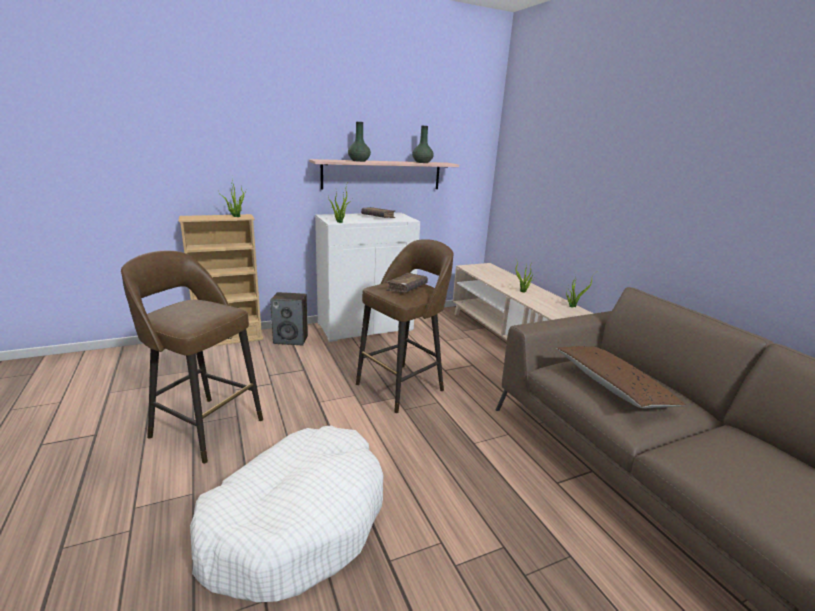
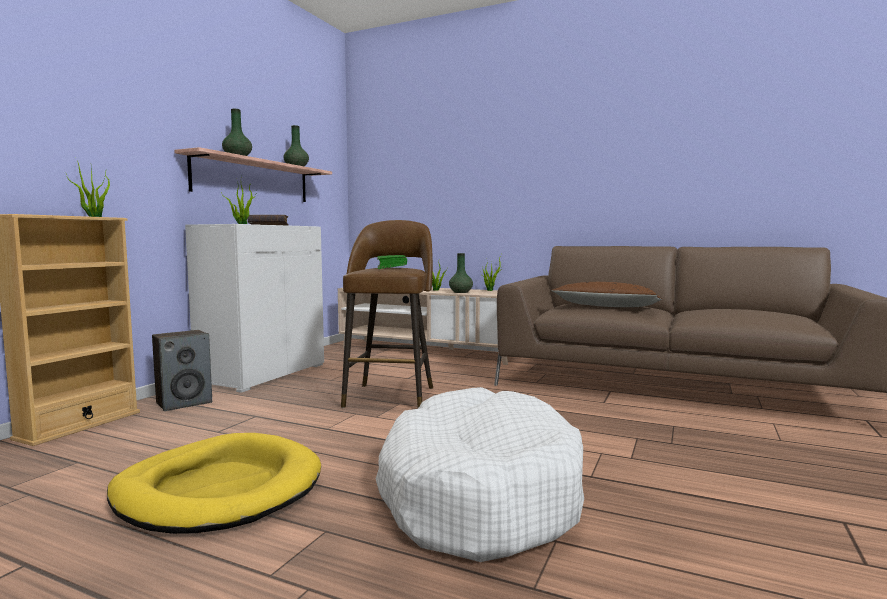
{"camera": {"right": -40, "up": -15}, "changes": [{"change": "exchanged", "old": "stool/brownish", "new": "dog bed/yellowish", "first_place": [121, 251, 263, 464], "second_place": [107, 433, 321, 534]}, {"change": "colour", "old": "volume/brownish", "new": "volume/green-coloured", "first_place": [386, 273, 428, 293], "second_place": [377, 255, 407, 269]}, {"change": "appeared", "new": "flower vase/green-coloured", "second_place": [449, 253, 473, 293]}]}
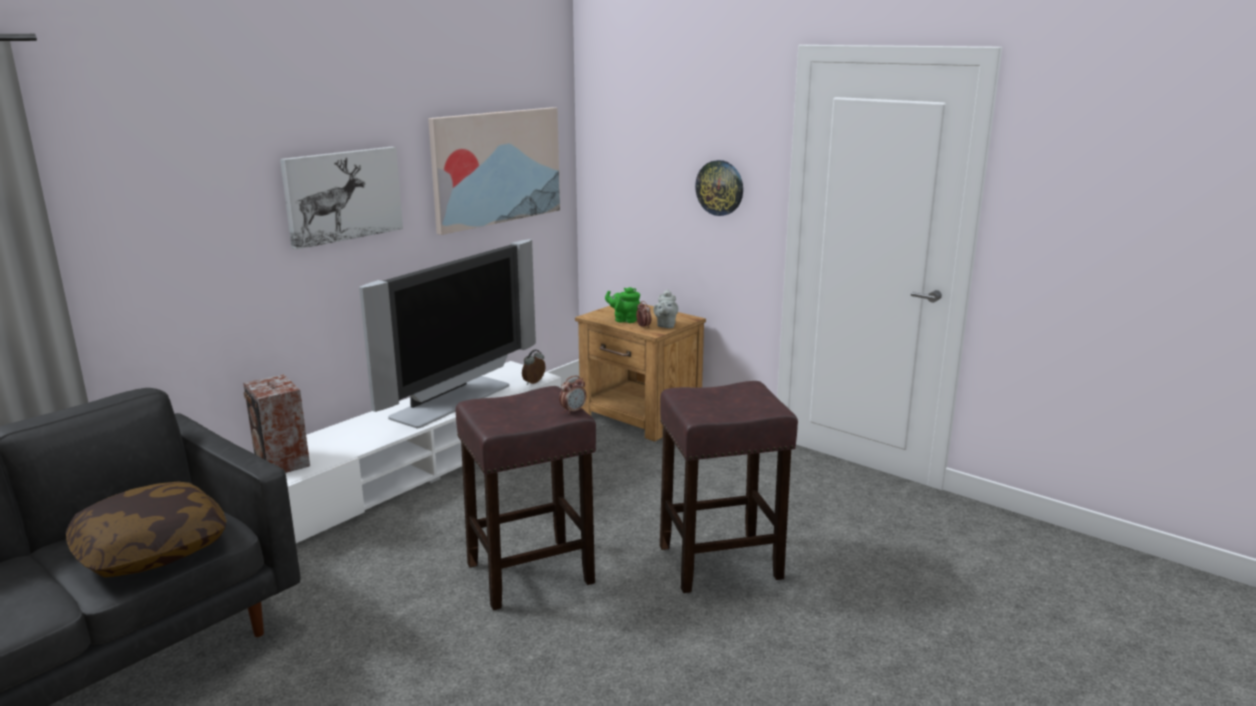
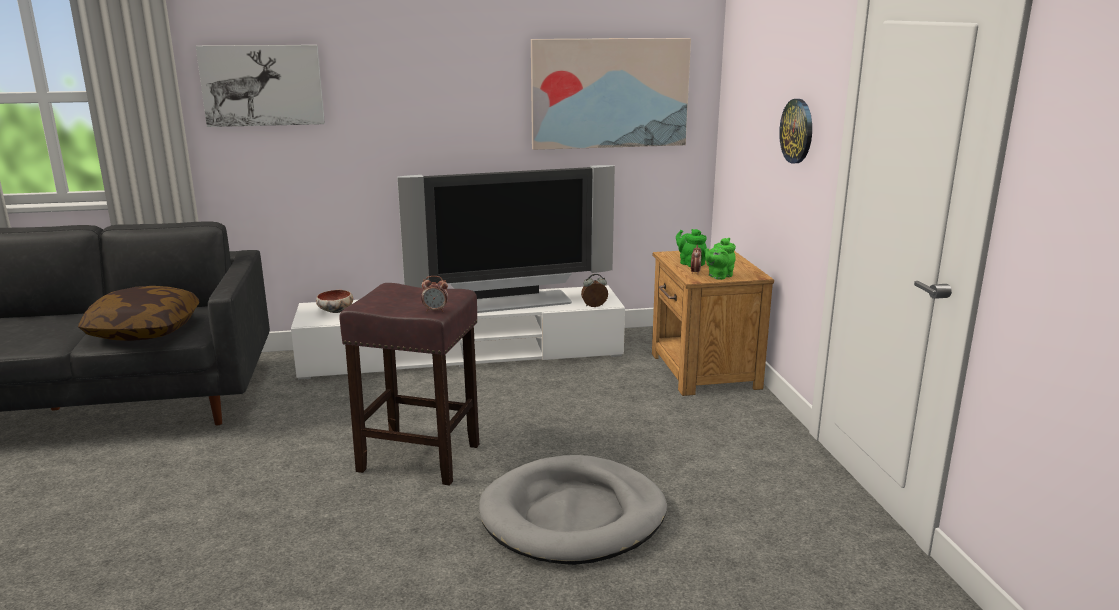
{"camera": {"right": 40, "up": 0}, "changes": [{"change": "relocated", "old": "wall art", "first_place": [280, 147, 403, 250], "second_place": [196, 45, 325, 127]}, {"change": "colour", "old": "teapot/grey", "new": "teapot/green-coloured", "first_place": [653, 289, 678, 328], "second_place": [705, 238, 736, 280]}, {"change": "exchanged", "old": "loudspeaker", "new": "serving bowl", "first_place": [243, 374, 310, 473], "second_place": [316, 290, 353, 313]}, {"change": "exchanged", "old": "stool/brownish", "new": "dog bed/grey", "first_place": [660, 381, 798, 593], "second_place": [479, 455, 667, 565]}]}
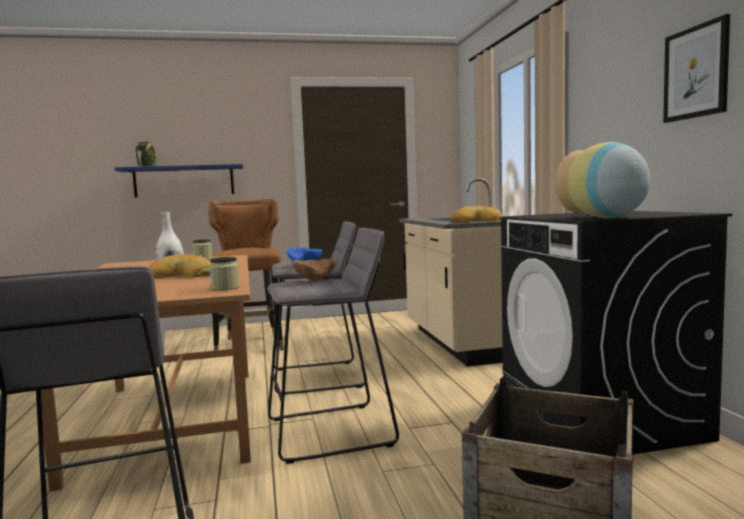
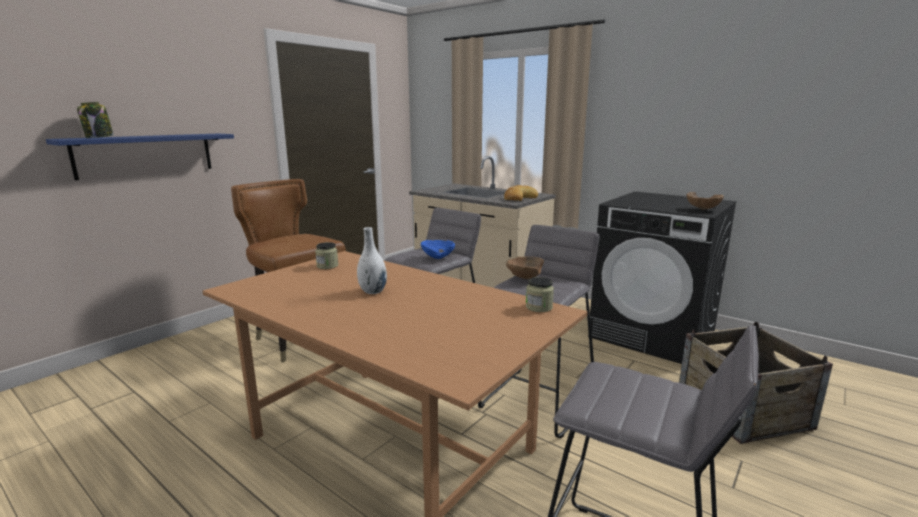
{"camera": {"right": -40, "up": 10}, "changes": [{"change": "missing", "old": "wall art", "first_place": [663, 14, 730, 123]}, {"change": "exchanged", "old": "flower vase", "new": "serving bowl/brownish", "first_place": [555, 142, 650, 218], "second_place": [686, 192, 724, 210]}, {"change": "missing", "old": "bakery bread", "first_place": [149, 254, 211, 278]}]}
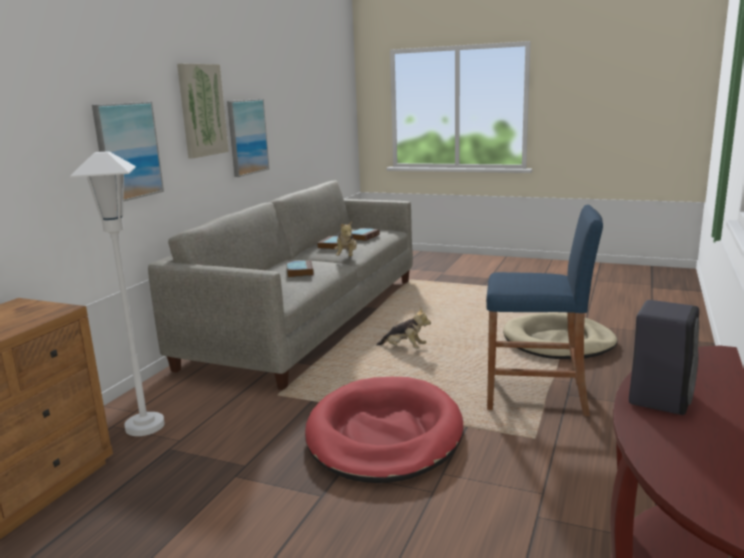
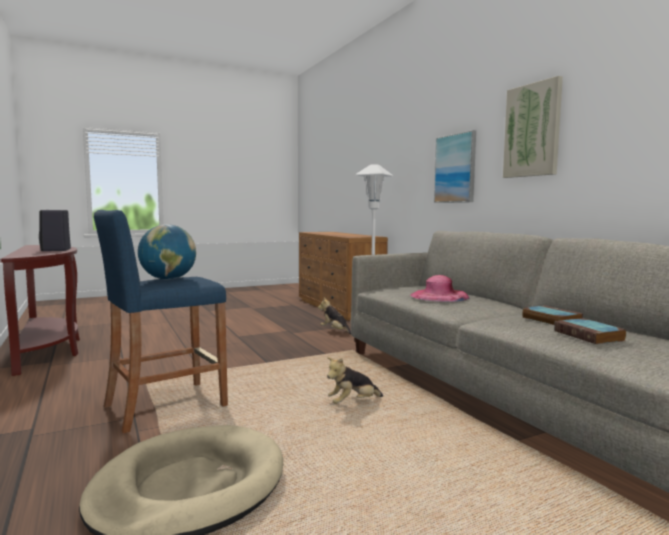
{"camera": {"right": 130, "up": -10}, "changes": [{"change": "missing", "old": "wall art", "first_place": [227, 99, 269, 177]}, {"change": "relocated", "old": "plush toy", "first_place": [334, 221, 357, 256], "second_place": [318, 298, 351, 334]}, {"change": "exchanged", "old": "volume", "new": "clothing hat/pink", "first_place": [287, 260, 314, 277], "second_place": [411, 275, 470, 302]}, {"change": "missing", "old": "dog bed/reddish", "first_place": [305, 377, 463, 483]}, {"change": "appeared", "new": "world globe", "second_place": [138, 224, 196, 280]}]}
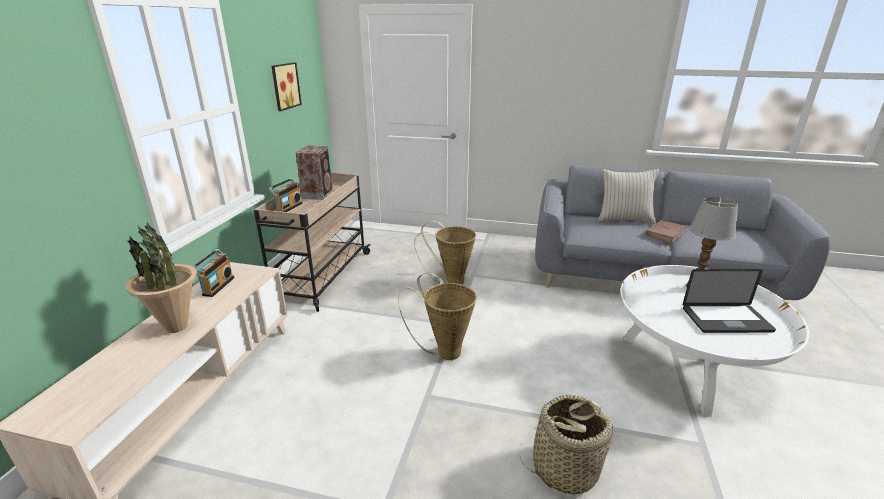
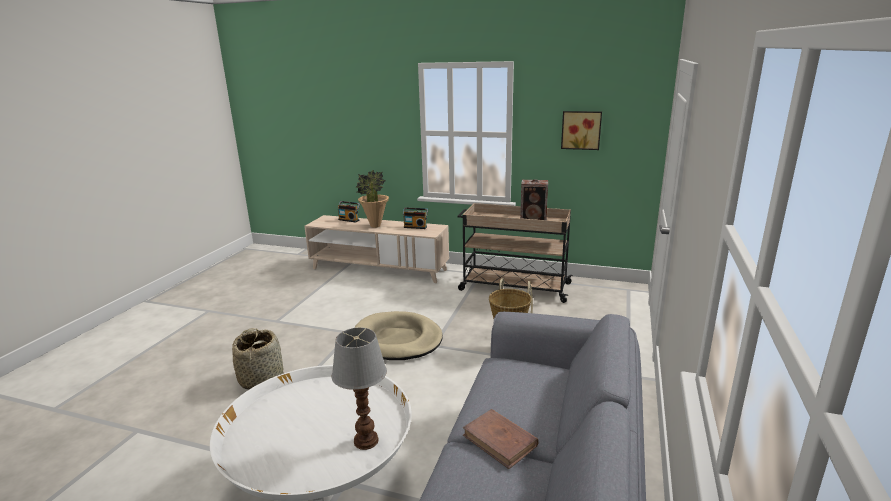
{"camera": {"right": 95, "up": -5}, "changes": [{"change": "missing", "old": "cushion/beige", "first_place": [598, 169, 659, 224]}, {"change": "relocated", "old": "radio", "first_place": [268, 178, 303, 212], "second_place": [338, 201, 360, 223]}, {"change": "missing", "old": "laptop", "first_place": [683, 269, 776, 333]}, {"change": "exchanged", "old": "basket", "new": "dog bed/beige", "first_place": [398, 273, 476, 360], "second_place": [354, 311, 443, 360]}]}
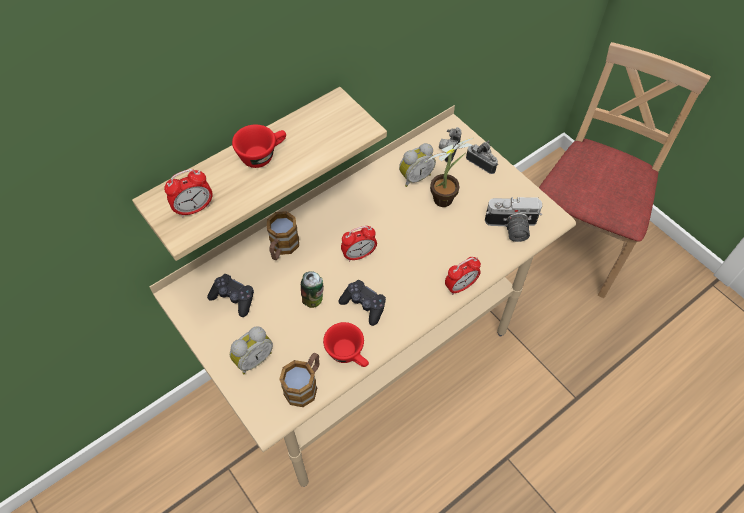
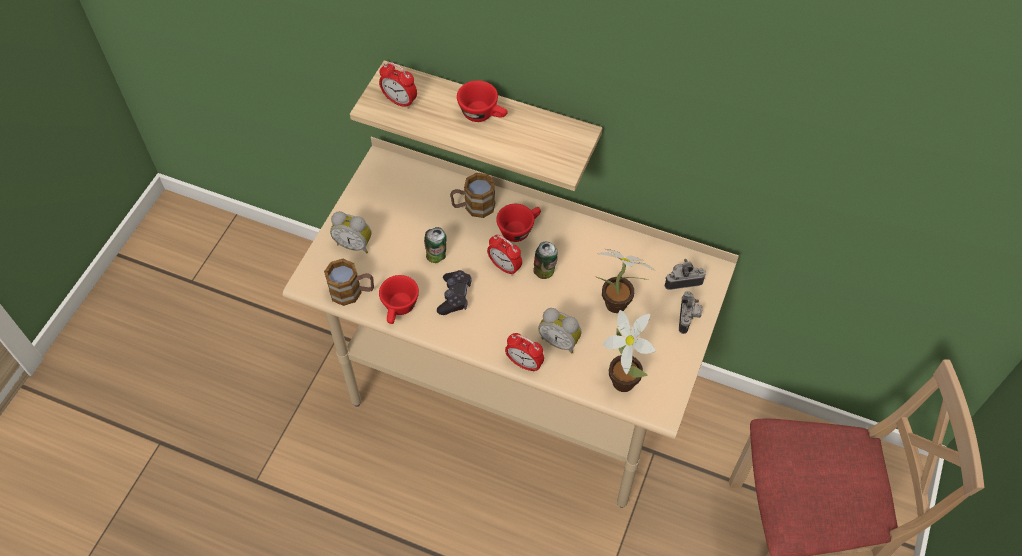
{"camera": {"right": 60, "up": 0}, "changes": [{"change": "relocated", "old": "alarm clock", "first_place": [399, 143, 436, 187], "second_place": [538, 308, 582, 353]}, {"change": "exchanged", "old": "still camera", "new": "houseplant", "first_place": [485, 197, 542, 242], "second_place": [603, 310, 656, 392]}, {"change": "missing", "old": "gamepad/blackish", "first_place": [207, 274, 254, 317]}, {"change": "appeared", "new": "small cup/reddish", "second_place": [496, 204, 541, 242]}, {"change": "appeared", "new": "sealed can", "second_place": [533, 242, 558, 279]}]}
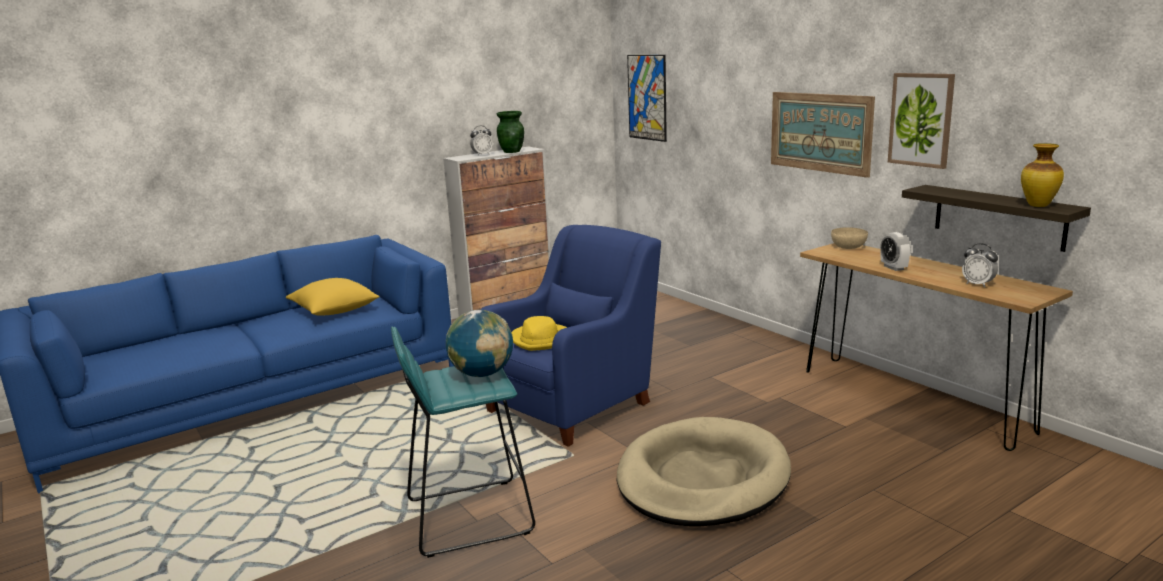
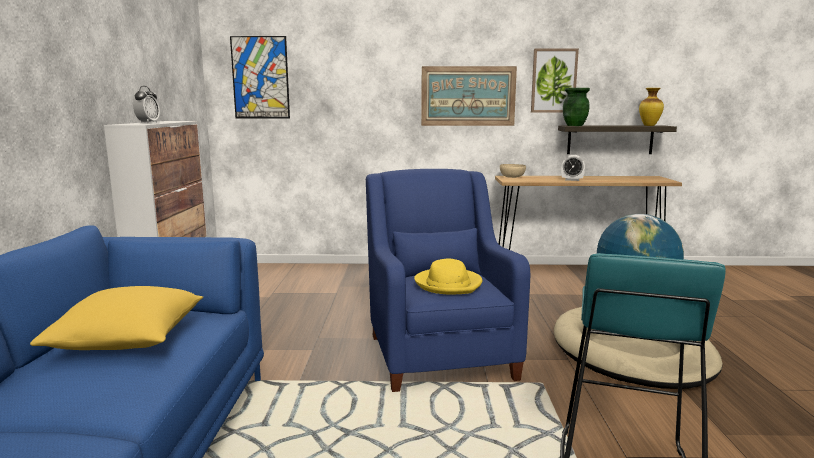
{"camera": {"right": -55, "up": -5}, "changes": [{"change": "relocated", "old": "flower vase/green-coloured", "first_place": [497, 111, 524, 153], "second_place": [563, 88, 590, 126]}, {"change": "missing", "old": "alarm clock", "first_place": [962, 243, 998, 288]}]}
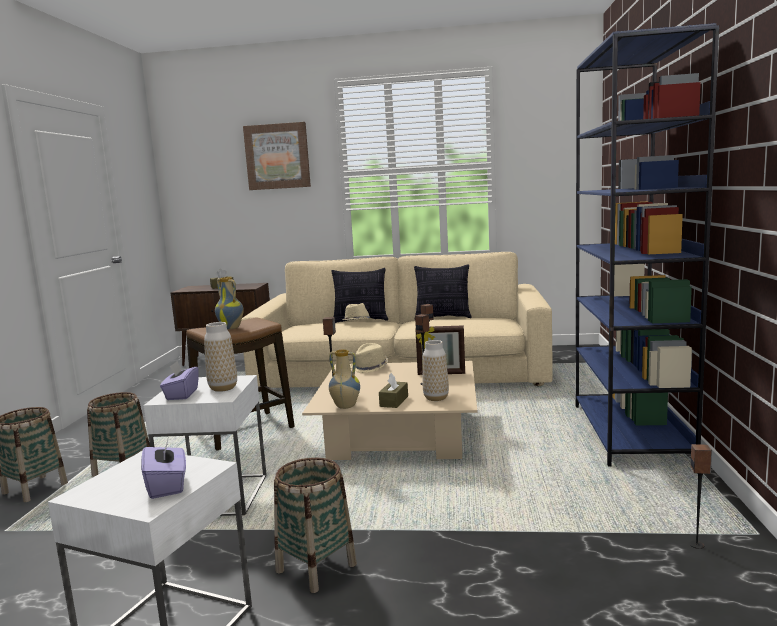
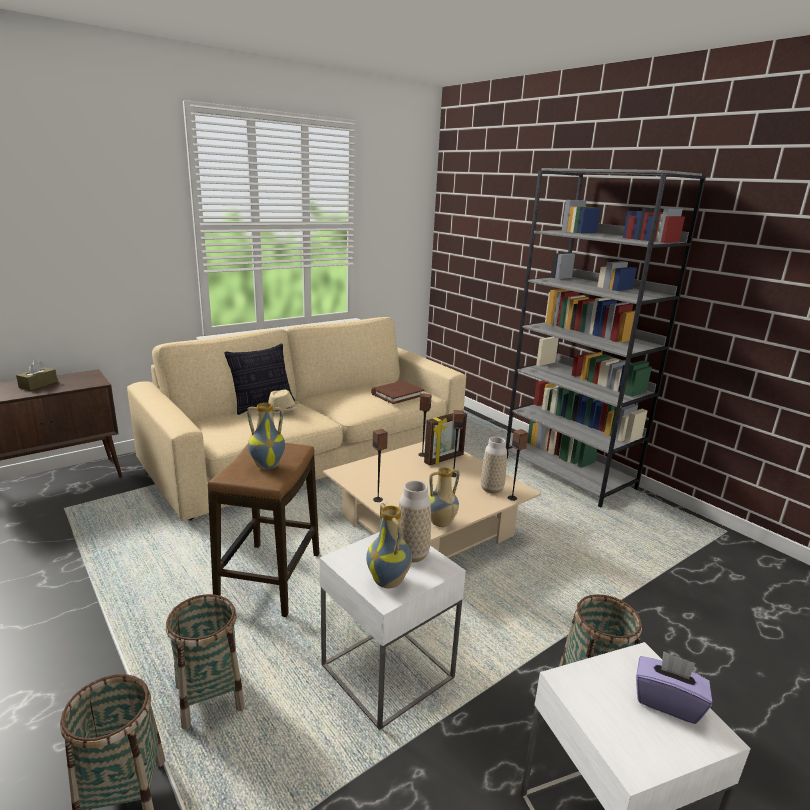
{"camera": {"right": -45, "up": 10}, "changes": [{"change": "colour", "old": "bookcase/blue-coloured", "new": "bookcase/grey", "first_place": [576, 23, 719, 466], "second_place": [506, 168, 706, 507]}, {"change": "missing", "old": "wall art", "first_place": [243, 122, 311, 190]}, {"change": "missing", "old": "cushion", "first_place": [414, 264, 472, 318]}, {"change": "missing", "old": "clothing hat/beige", "first_place": [350, 343, 388, 373]}, {"change": "exchanged", "old": "tissue holder/purple-coloured", "new": "flower vase", "first_place": [160, 361, 199, 400], "second_place": [366, 503, 412, 588]}, {"change": "missing", "old": "tissue holder/brownish", "first_place": [379, 373, 408, 408]}, {"change": "relocated", "old": "loudspeaker", "first_place": [689, 444, 712, 549], "second_place": [508, 429, 528, 501]}, {"change": "appeared", "new": "volume/brownish", "second_place": [371, 381, 424, 404]}]}
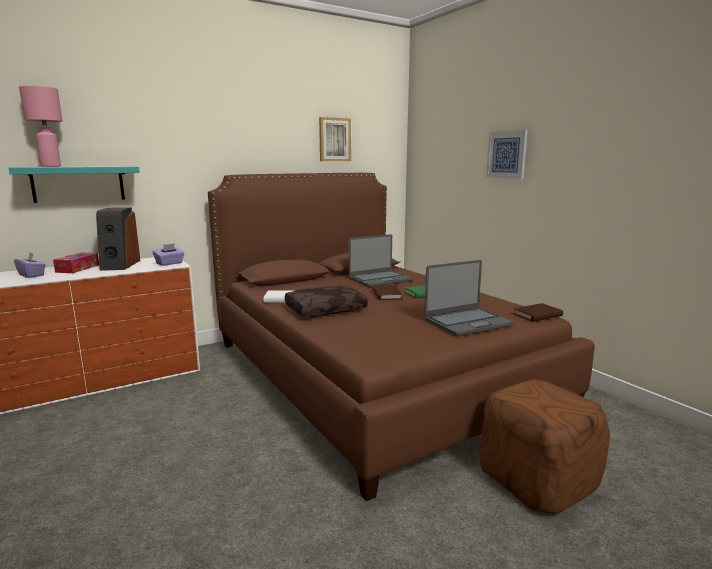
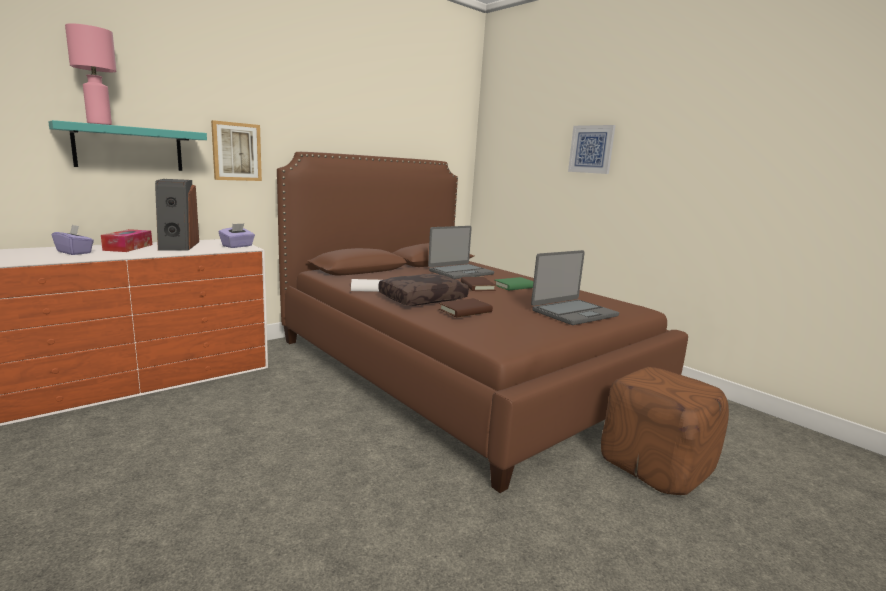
{"camera": {"right": -10, "up": 0}, "changes": [{"change": "relocated", "old": "wall art", "first_place": [319, 117, 351, 161], "second_place": [211, 120, 262, 181]}, {"change": "relocated", "old": "volume/brownish", "first_place": [514, 303, 563, 322], "second_place": [439, 298, 493, 318]}]}
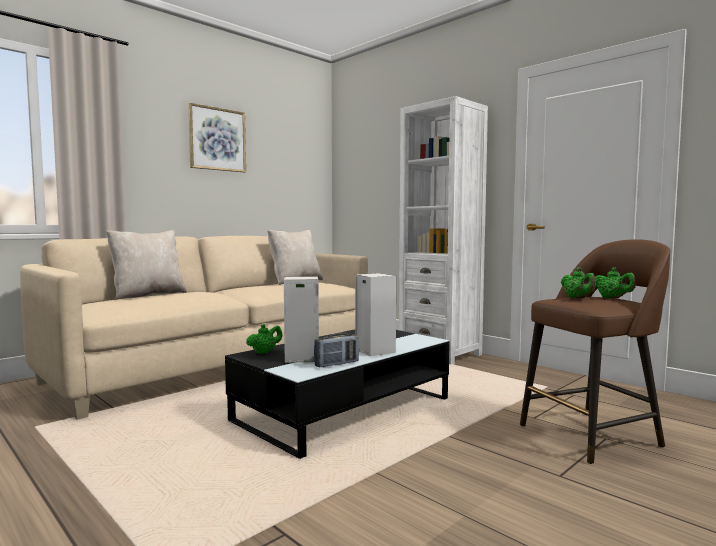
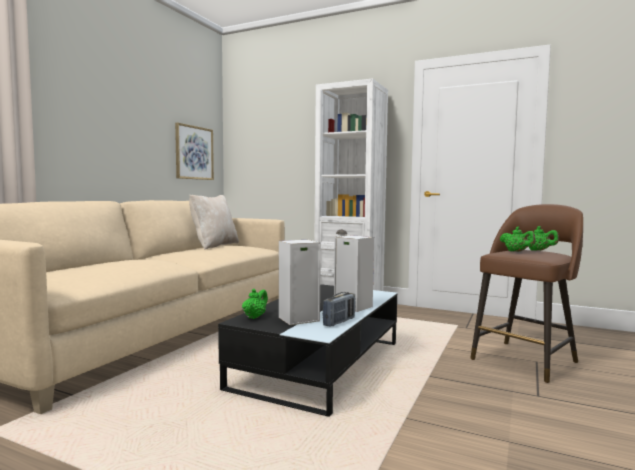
{"camera": {"right": -20, "up": 0}, "changes": [{"change": "relocated", "old": "wall art", "first_place": [188, 103, 246, 172], "second_place": [175, 123, 214, 180]}, {"change": "missing", "old": "cushion/beige", "first_place": [106, 230, 187, 300]}]}
